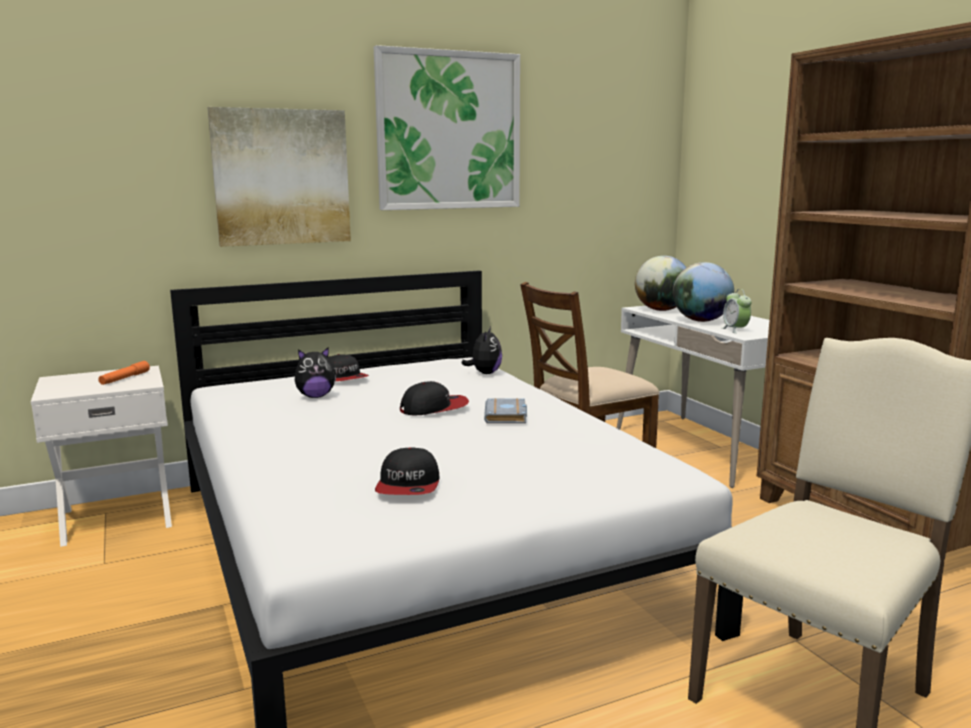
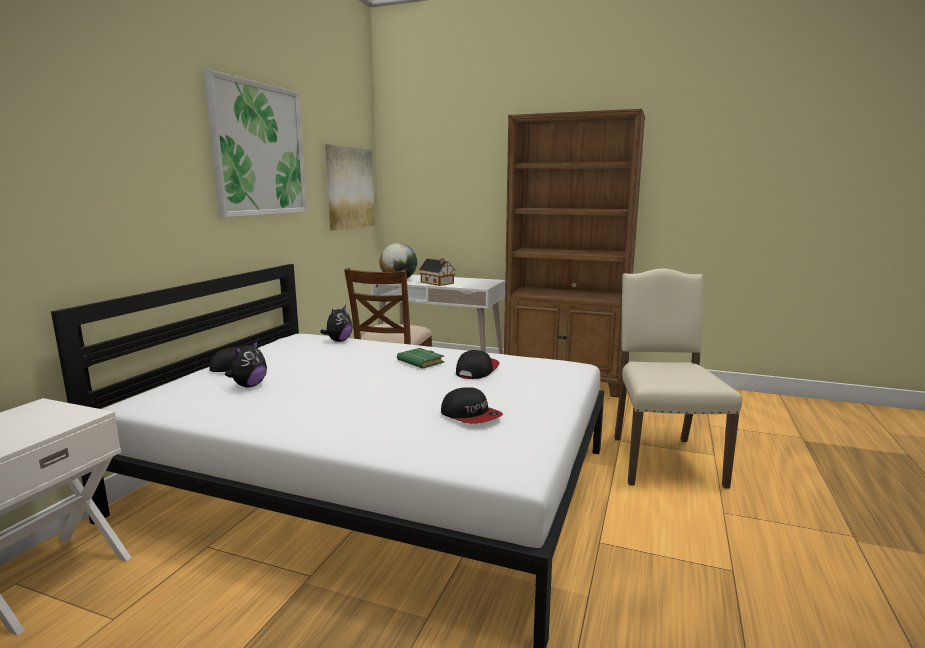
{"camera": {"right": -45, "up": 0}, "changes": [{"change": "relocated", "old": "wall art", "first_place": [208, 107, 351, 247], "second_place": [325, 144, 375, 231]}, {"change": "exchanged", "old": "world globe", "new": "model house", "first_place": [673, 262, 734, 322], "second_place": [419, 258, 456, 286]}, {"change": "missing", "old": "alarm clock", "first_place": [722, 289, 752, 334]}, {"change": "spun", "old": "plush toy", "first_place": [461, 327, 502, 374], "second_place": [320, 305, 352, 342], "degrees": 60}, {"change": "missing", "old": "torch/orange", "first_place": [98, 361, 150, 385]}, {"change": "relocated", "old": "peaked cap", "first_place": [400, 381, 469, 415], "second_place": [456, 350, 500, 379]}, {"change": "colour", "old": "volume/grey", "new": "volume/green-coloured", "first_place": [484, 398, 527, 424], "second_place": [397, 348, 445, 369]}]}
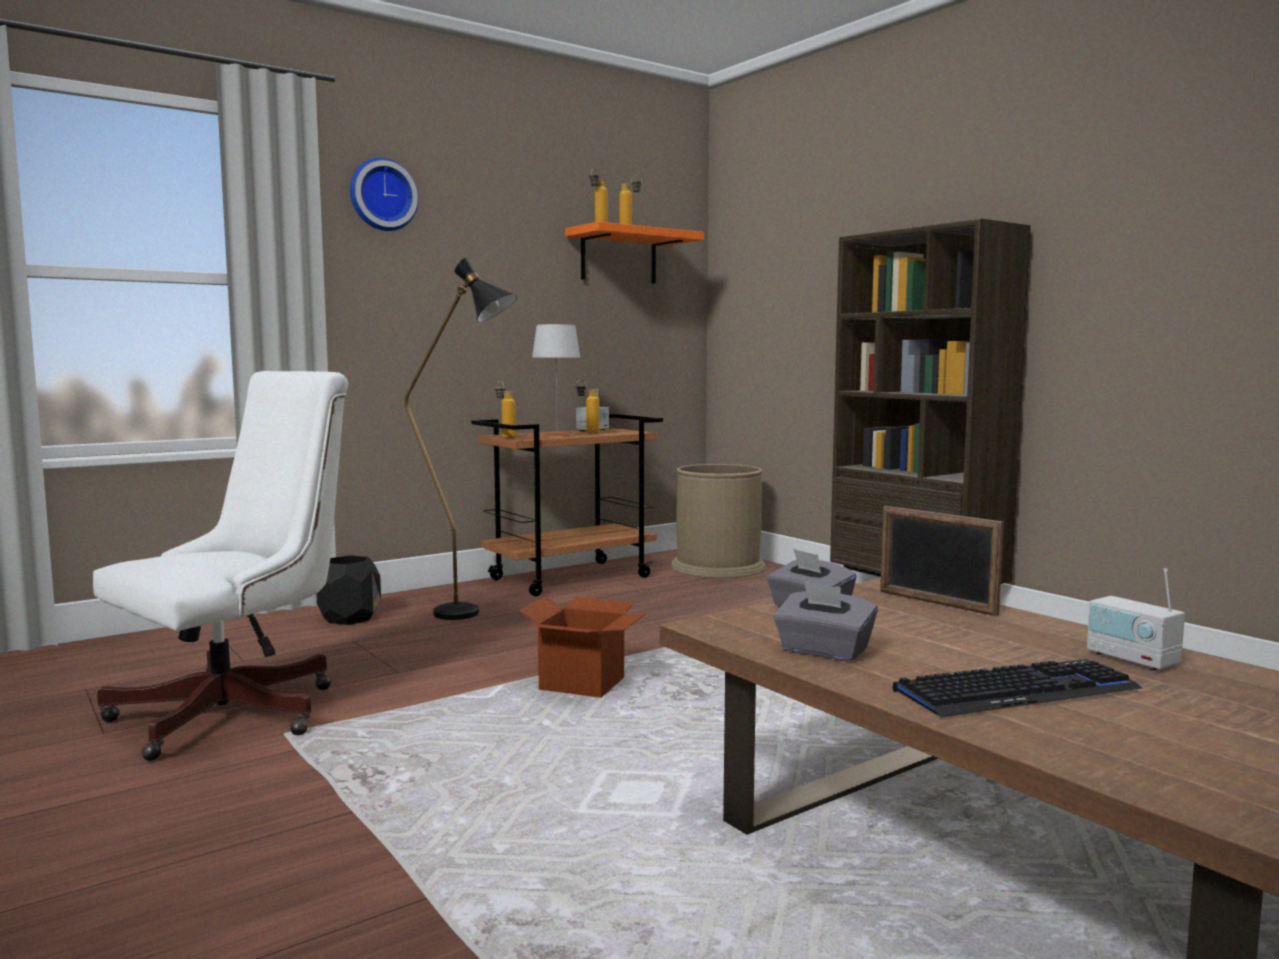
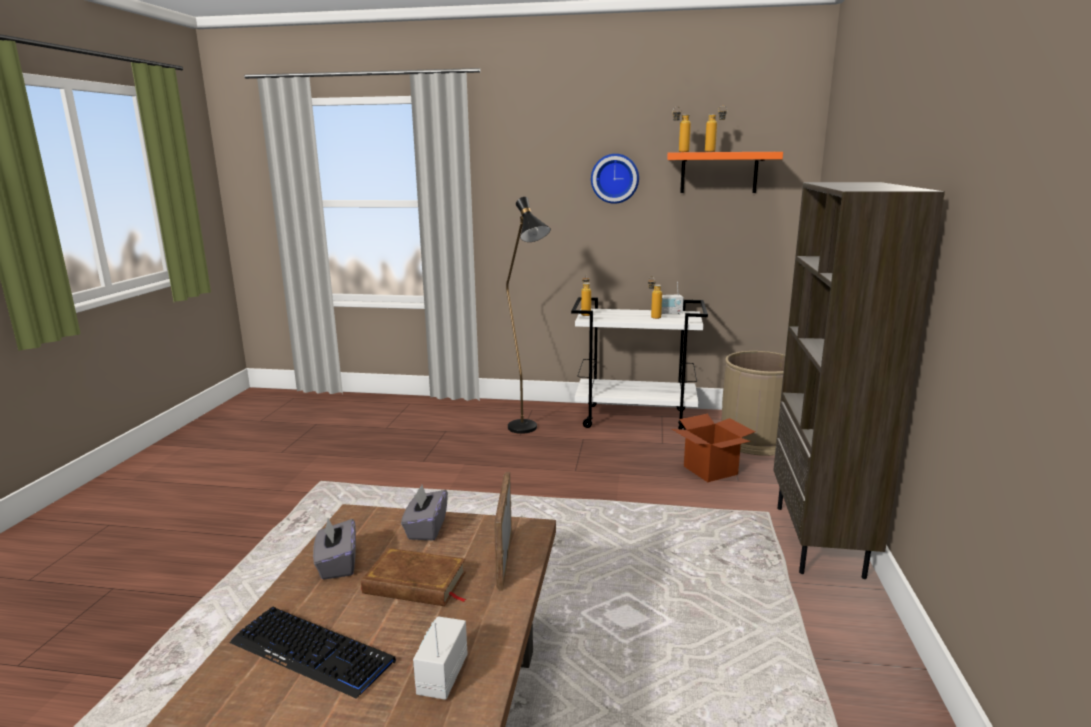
{"camera": {"right": 45, "up": 10}, "changes": [{"change": "relocated", "old": "clock on the wall", "first_place": [350, 158, 419, 231], "second_place": [591, 154, 639, 204]}, {"change": "missing", "old": "table lamp/grey", "first_place": [532, 324, 580, 437]}, {"change": "missing", "old": "office chair/white", "first_place": [93, 371, 348, 761]}, {"change": "colour", "old": "cart/brownish", "new": "cart/white", "first_place": [472, 414, 663, 596], "second_place": [571, 297, 708, 430]}, {"change": "missing", "old": "plant pot/blackish", "first_place": [316, 555, 381, 625]}, {"change": "relocated", "old": "packing box", "first_place": [519, 596, 646, 698], "second_place": [672, 414, 756, 482]}, {"change": "appeared", "new": "volume/brownish", "second_place": [361, 548, 467, 606]}]}
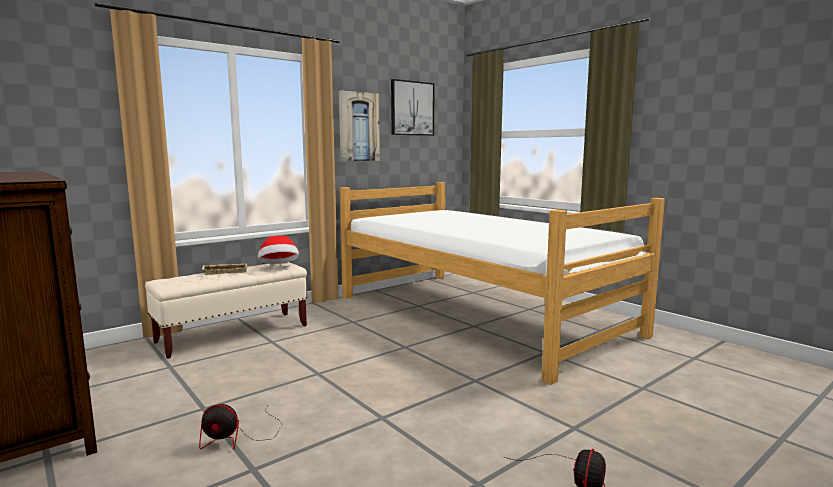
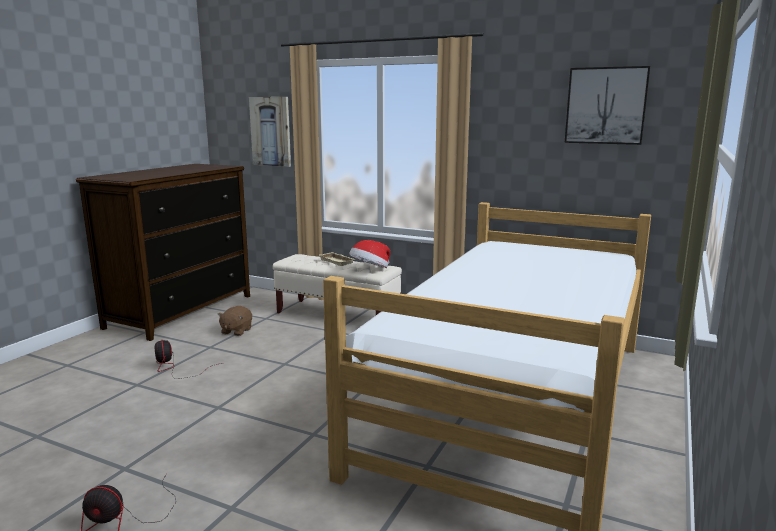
{"camera": {"right": 65, "up": 5}, "changes": [{"change": "relocated", "old": "wall art", "first_place": [339, 90, 380, 161], "second_place": [249, 97, 291, 167]}, {"change": "appeared", "new": "plush toy/brownish", "second_place": [218, 306, 252, 336]}]}
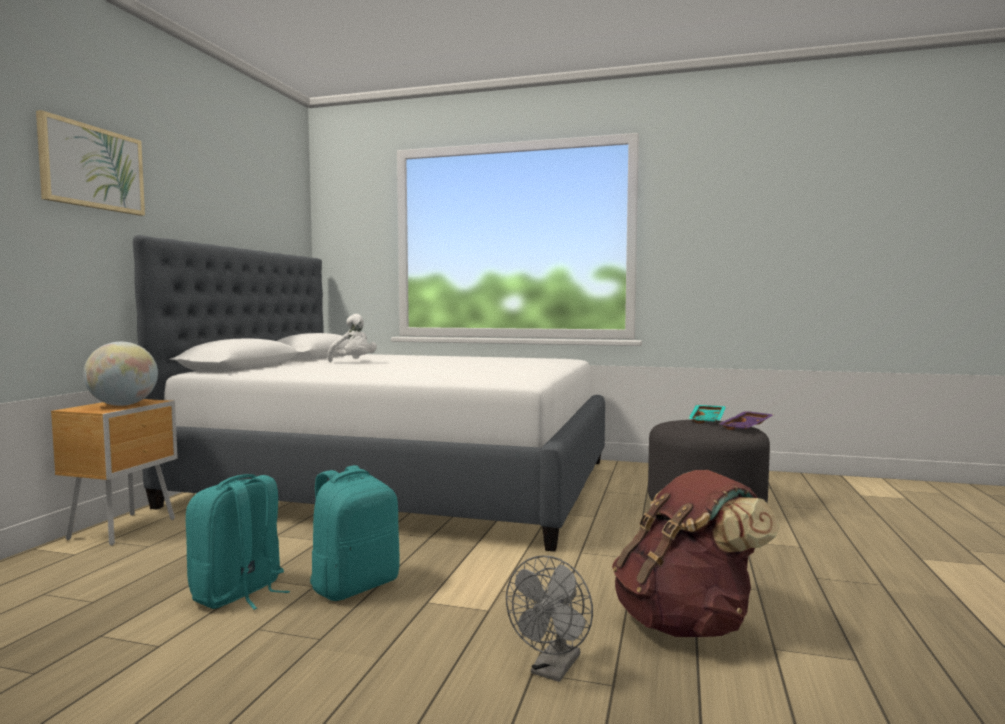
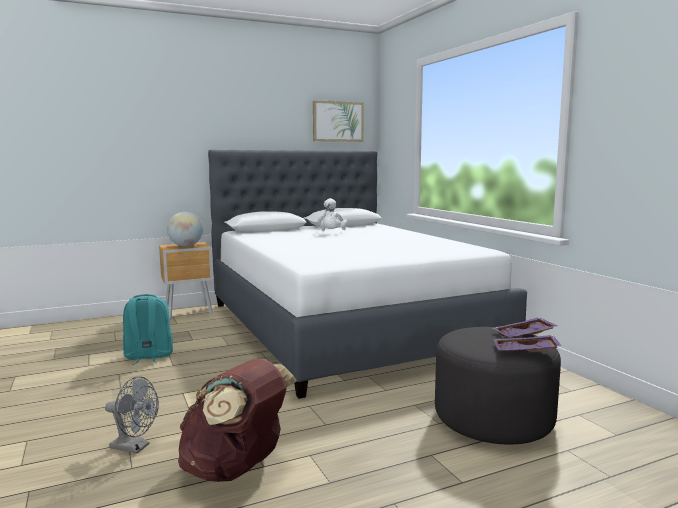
{"camera": {"right": 50, "up": 5}, "changes": [{"change": "relocated", "old": "wall art", "first_place": [36, 110, 145, 216], "second_place": [313, 100, 364, 142]}, {"change": "colour", "old": "tray/blue-green", "new": "tray/purple-coloured", "first_place": [688, 405, 726, 424], "second_place": [493, 317, 558, 338]}, {"change": "missing", "old": "knapsack/blue-green", "first_place": [310, 465, 400, 601]}, {"change": "spun", "old": "cooling fan/grey", "first_place": [506, 556, 593, 682], "second_place": [105, 376, 159, 454], "degrees": -150}]}
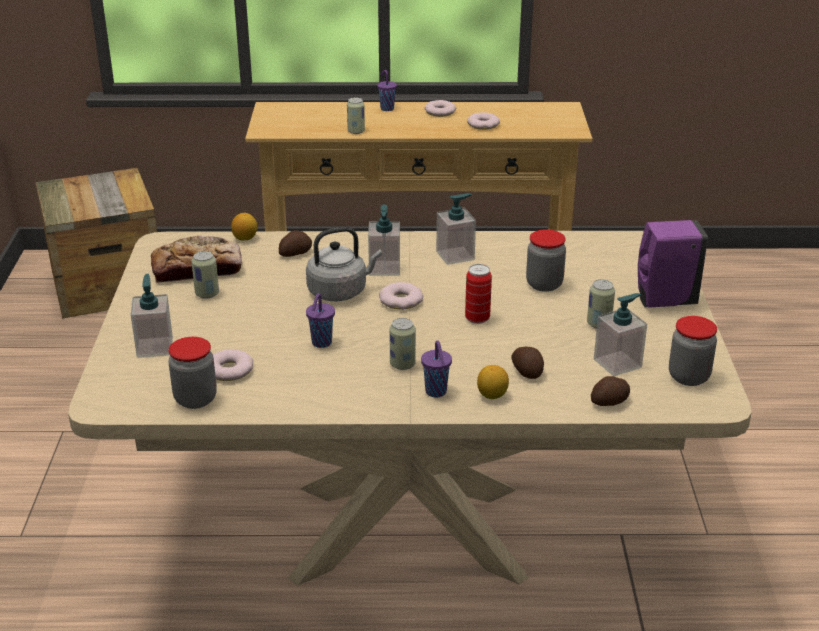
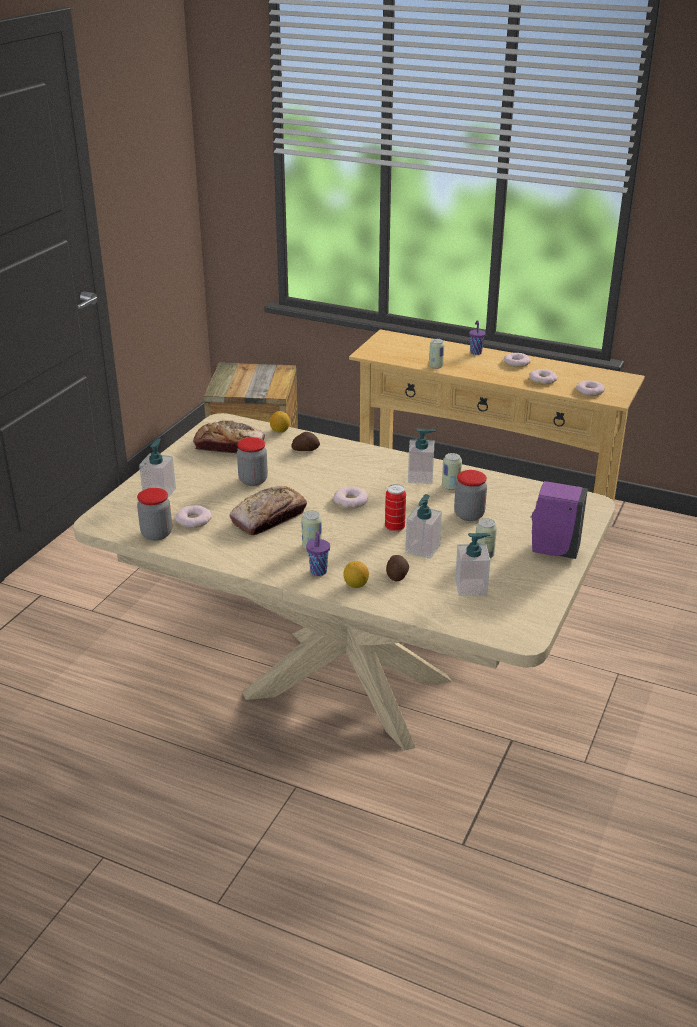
{"camera": {"right": 25, "up": 0}, "changes": [{"change": "relocated", "old": "soap dispenser", "first_place": [368, 204, 400, 276], "second_place": [405, 494, 442, 559]}, {"change": "missing", "old": "kettle/grey", "first_place": [306, 227, 382, 301]}, {"change": "relocated", "old": "sealed can", "first_place": [191, 251, 219, 299], "second_place": [442, 453, 462, 490]}, {"change": "exchanged", "old": "small cup/purple-coloured", "new": "bakery bread", "first_place": [306, 293, 335, 348], "second_place": [229, 486, 307, 535]}, {"change": "relocated", "old": "jar", "first_place": [669, 316, 717, 386], "second_place": [237, 437, 268, 486]}, {"change": "missing", "old": "spud", "first_place": [591, 376, 630, 406]}, {"change": "appeared", "new": "doughnut", "second_place": [576, 380, 605, 396]}]}
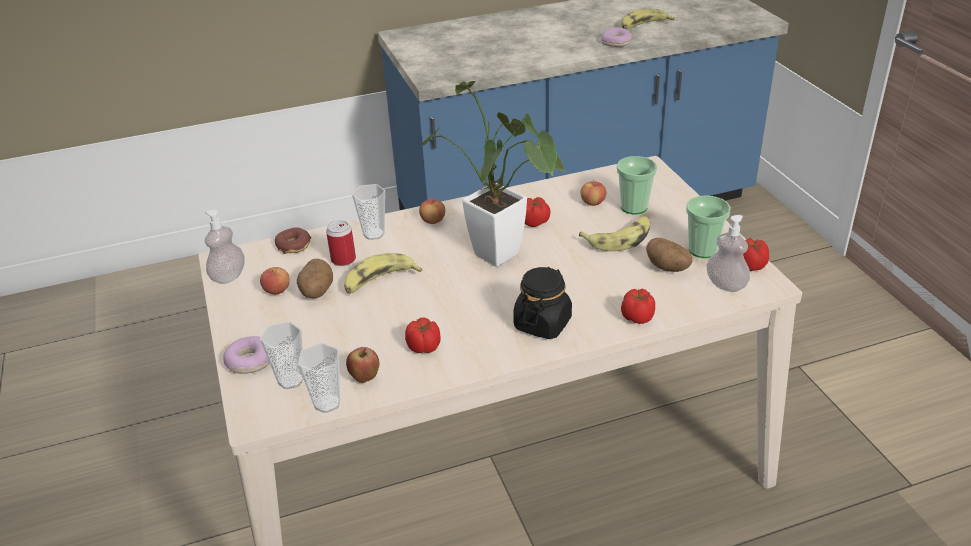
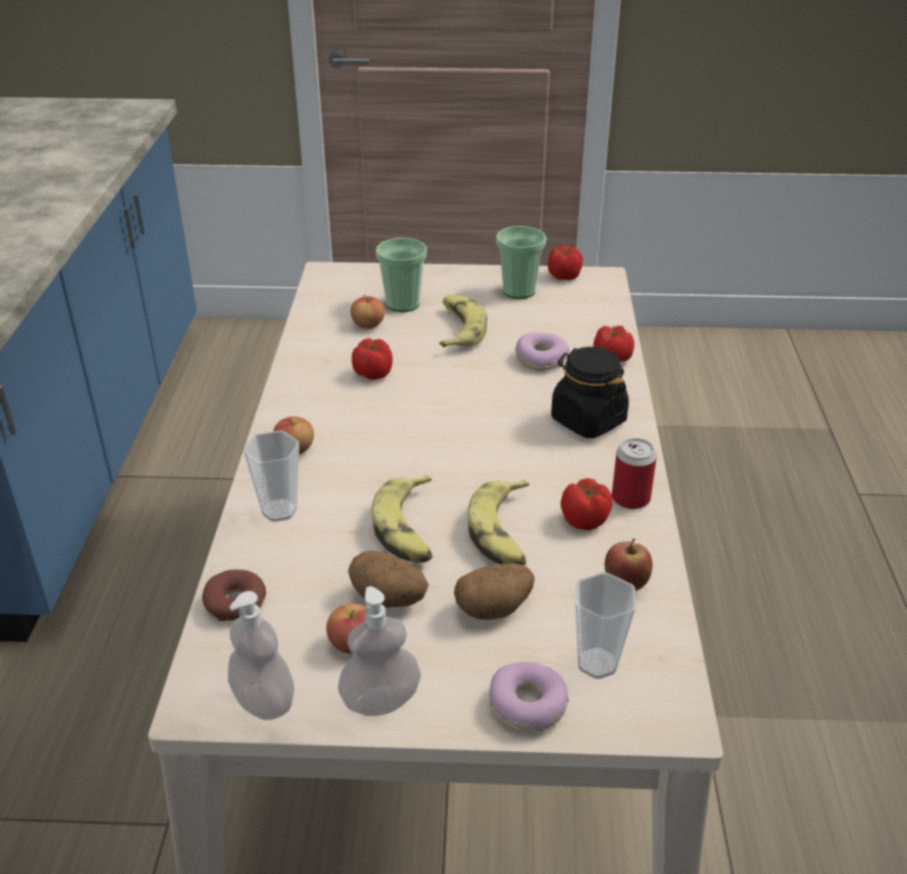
{"camera": {"right": -70, "up": 0}, "changes": [{"change": "relocated", "old": "banana fruit", "first_place": [622, 9, 674, 30], "second_place": [468, 480, 529, 565]}, {"change": "relocated", "old": "doughnut", "first_place": [601, 27, 632, 47], "second_place": [515, 332, 570, 371]}, {"change": "missing", "old": "houseplant", "first_place": [421, 81, 565, 267]}, {"change": "relocated", "old": "soap dispenser", "first_place": [707, 215, 750, 292], "second_place": [338, 586, 421, 716]}, {"change": "relocated", "old": "sealed can", "first_place": [326, 220, 356, 266], "second_place": [612, 438, 657, 509]}, {"change": "relocated", "old": "spud", "first_place": [646, 238, 693, 272], "second_place": [454, 563, 535, 620]}, {"change": "missing", "old": "small cup", "first_place": [298, 343, 340, 413]}]}
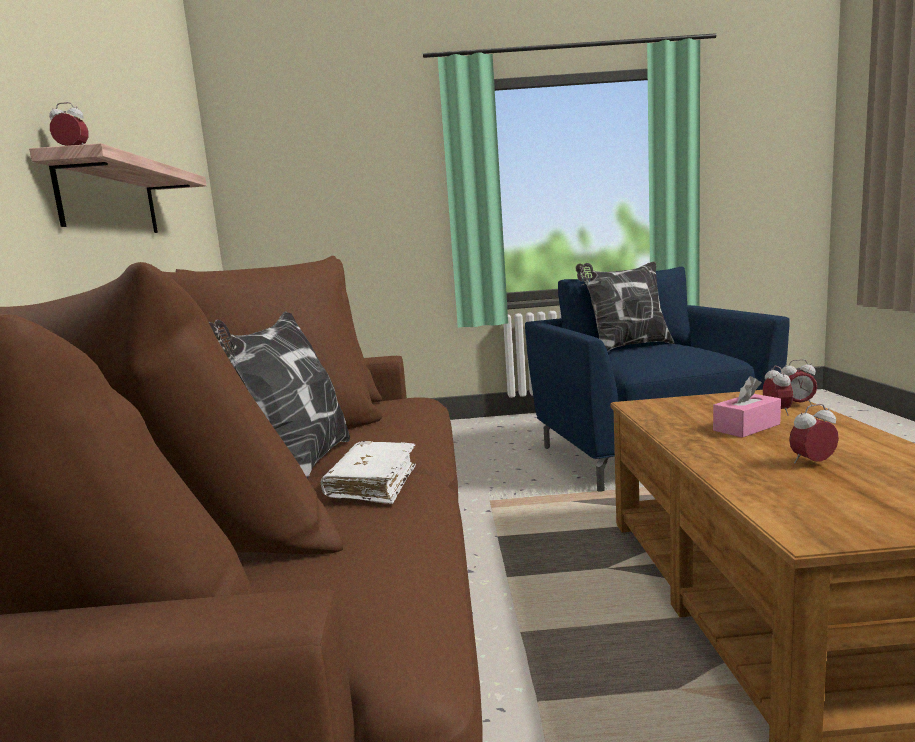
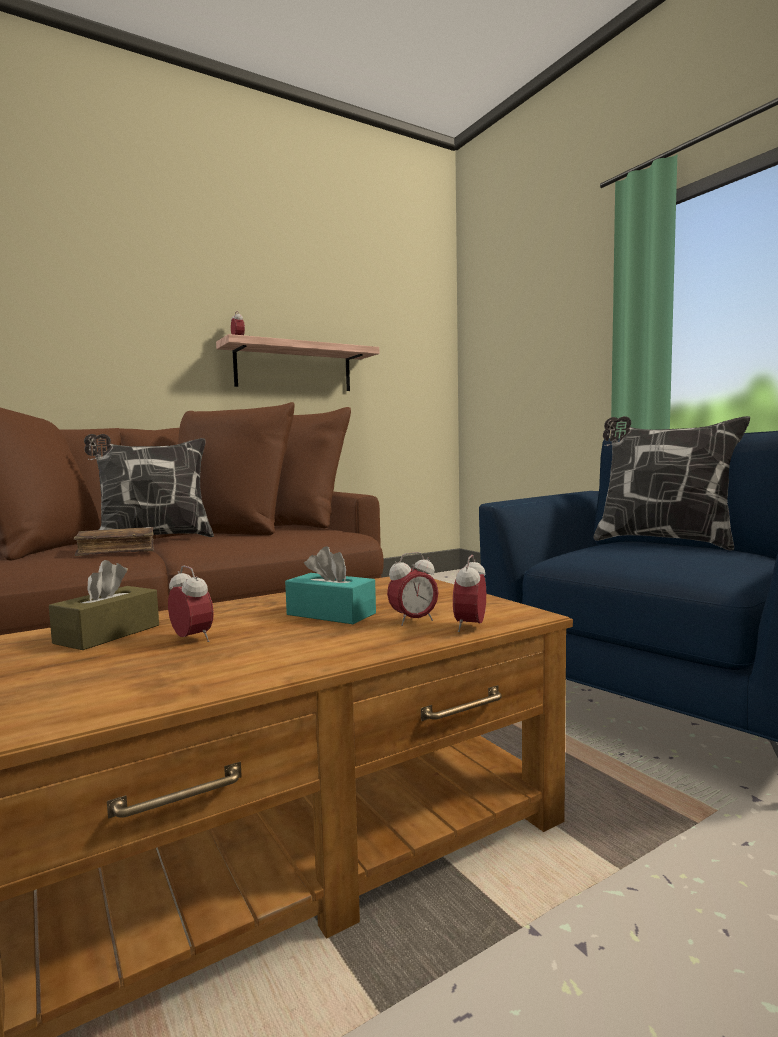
{"camera": {"right": 60, "up": -5}, "changes": [{"change": "spun", "old": "alarm clock", "first_place": [782, 359, 817, 405], "second_place": [453, 555, 486, 632], "degrees": 45}, {"change": "colour", "old": "tissue holder/pink", "new": "tissue holder/blue-green", "first_place": [713, 376, 781, 438], "second_place": [285, 546, 376, 624]}, {"change": "colour", "old": "volume/white", "new": "volume/brownish", "first_place": [321, 441, 416, 504], "second_place": [74, 527, 154, 556]}, {"change": "appeared", "new": "tissue holder/brownish", "second_place": [49, 560, 159, 650]}]}
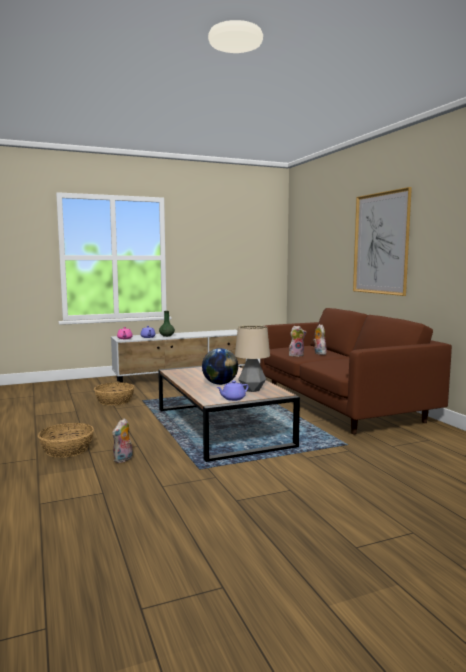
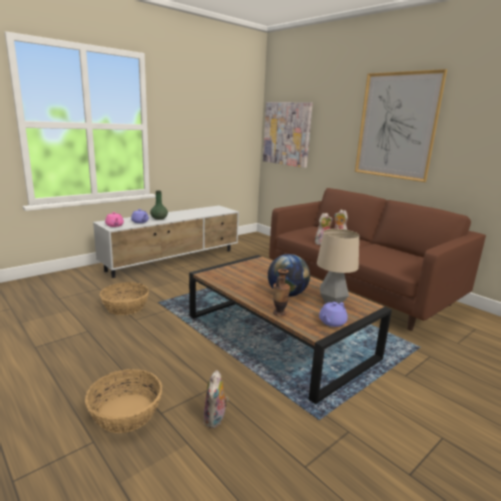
{"camera": {"right": -20, "up": 10}, "changes": [{"change": "appeared", "new": "wall art", "second_place": [263, 102, 313, 168]}, {"change": "appeared", "new": "flower vase", "second_place": [273, 269, 290, 317]}]}
